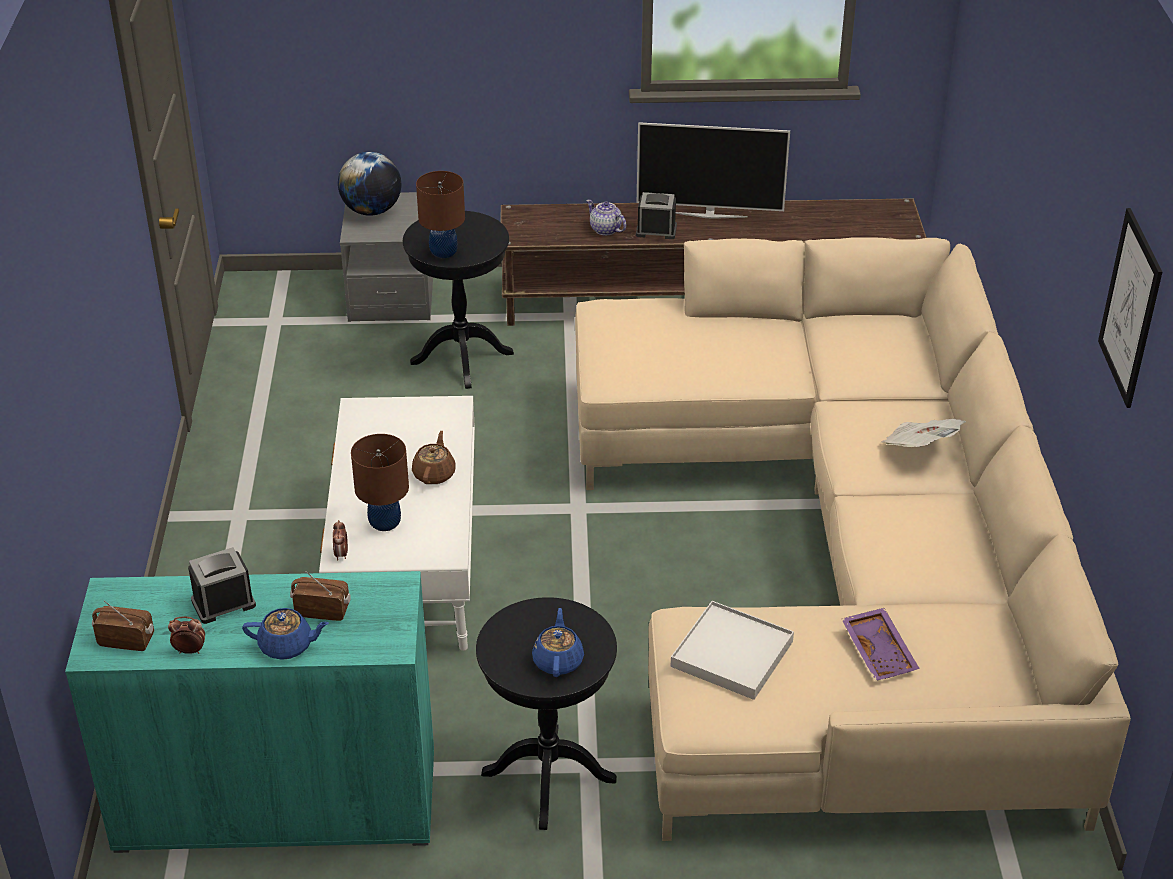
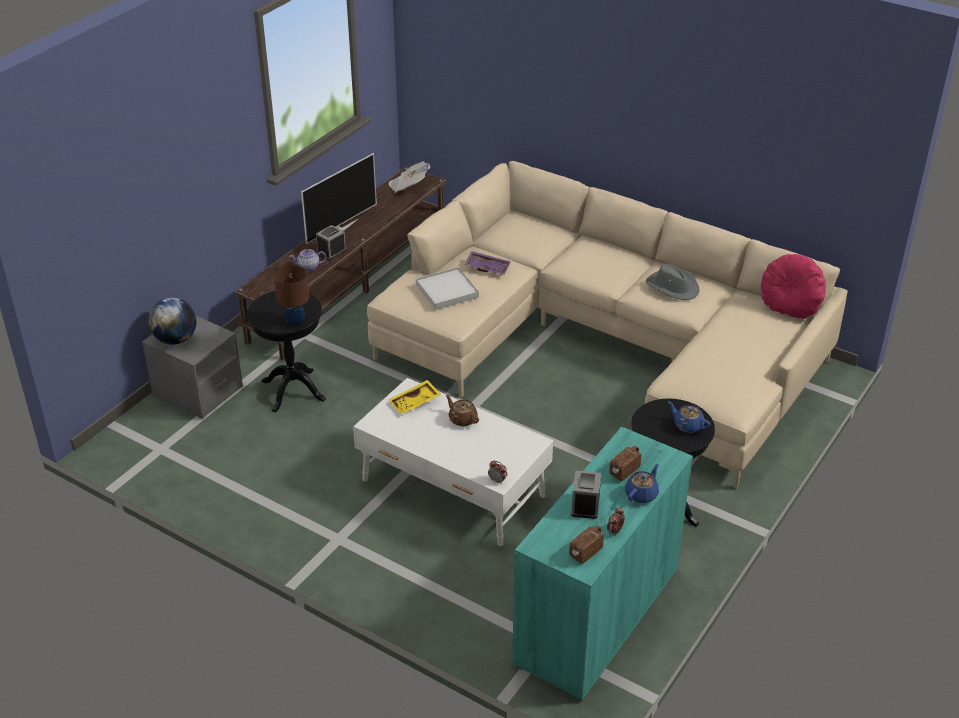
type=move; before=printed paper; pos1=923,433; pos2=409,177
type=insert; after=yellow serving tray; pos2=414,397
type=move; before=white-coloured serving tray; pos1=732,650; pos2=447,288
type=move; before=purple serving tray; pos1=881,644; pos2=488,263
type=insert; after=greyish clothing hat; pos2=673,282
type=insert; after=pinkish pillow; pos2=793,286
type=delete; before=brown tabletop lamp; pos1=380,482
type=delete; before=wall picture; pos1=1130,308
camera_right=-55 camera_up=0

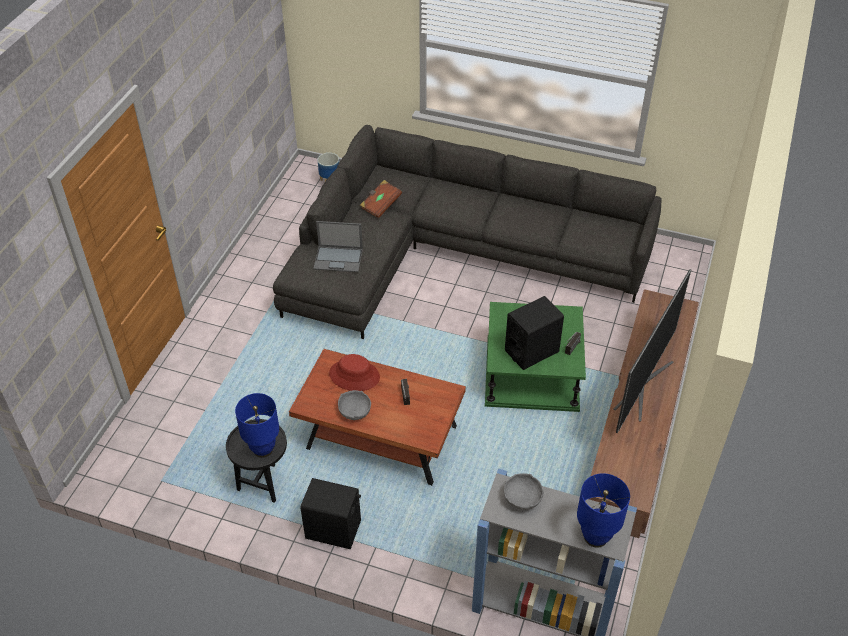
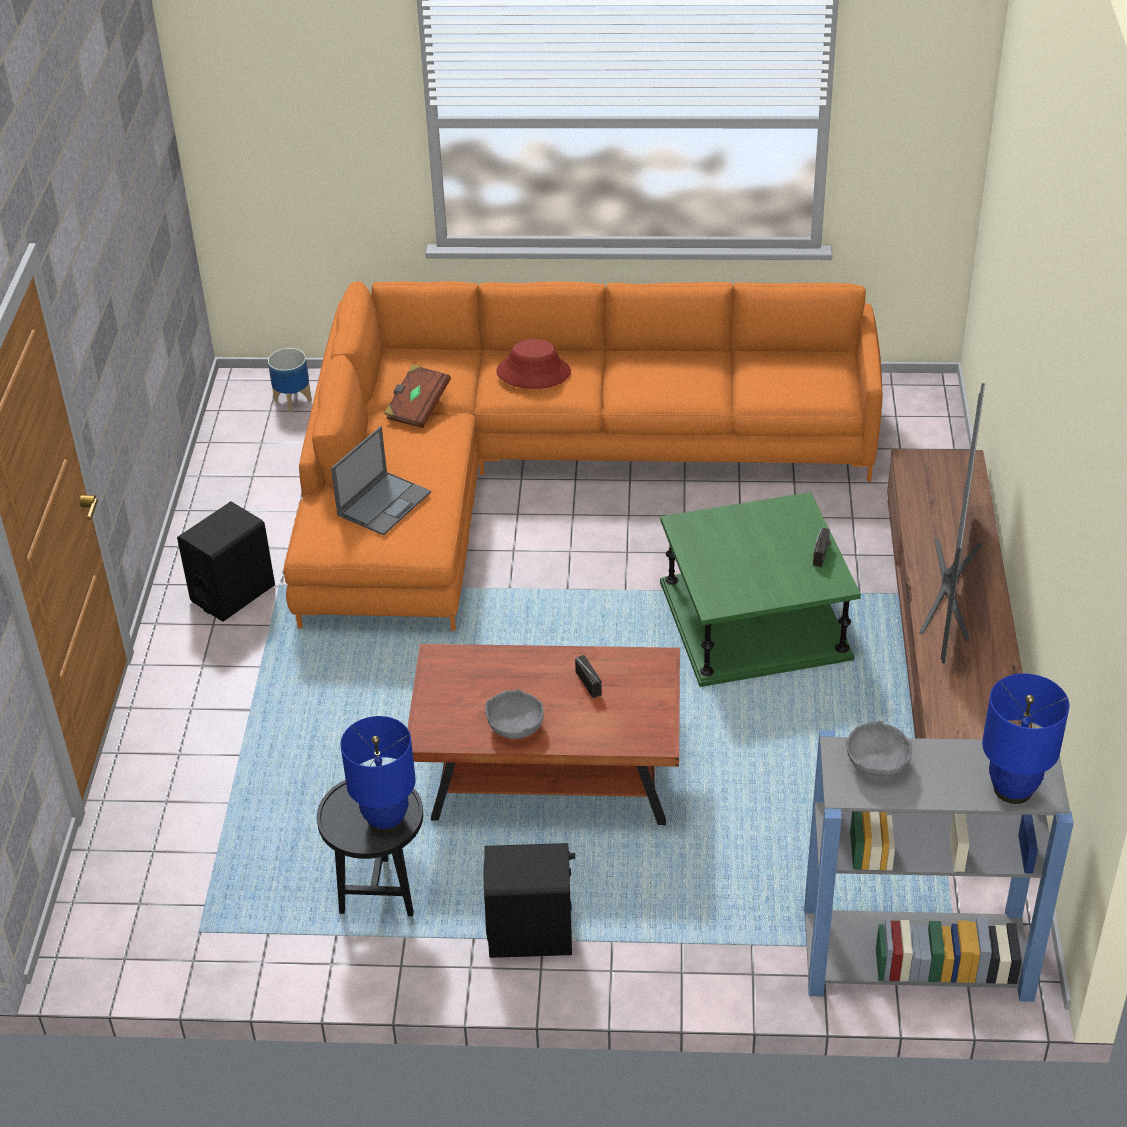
type=move; before=blackish loudspeaker; pos1=534,333; pos2=226,561
type=recolor; before=greyish couch; after=orange-coloured couch; pos1=467,232; pos2=582,456
type=rotate; before=portable computer; pos1=338,246; pos2=381,481; turn=-45
type=move; before=red-coloured clothing hat; pos1=354,372; pos2=533,364
camera_right=-15 camera_up=-5

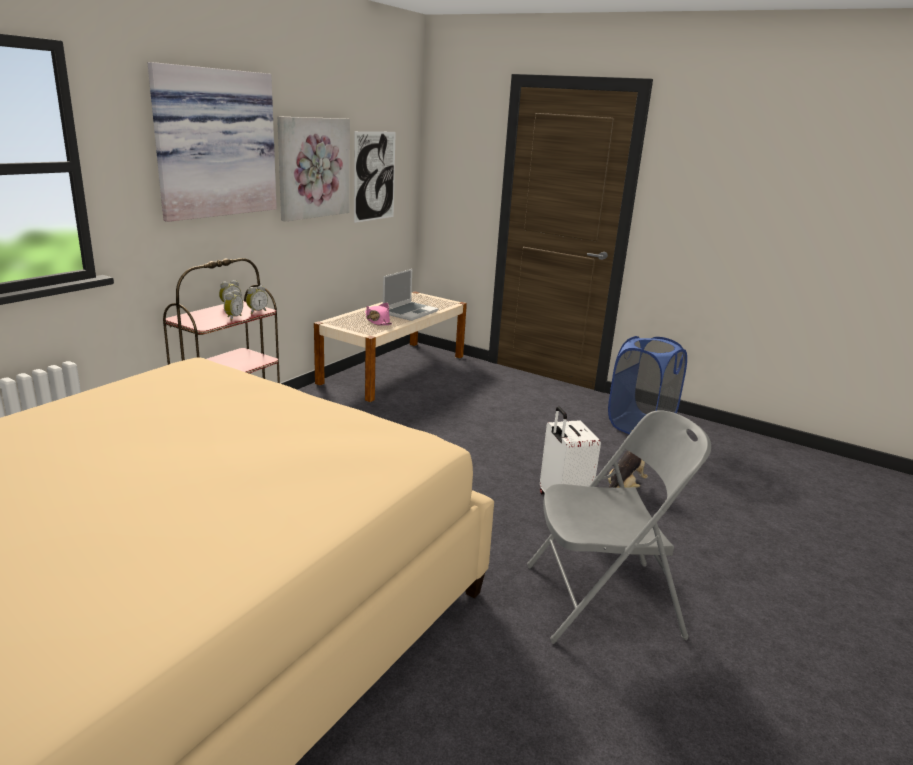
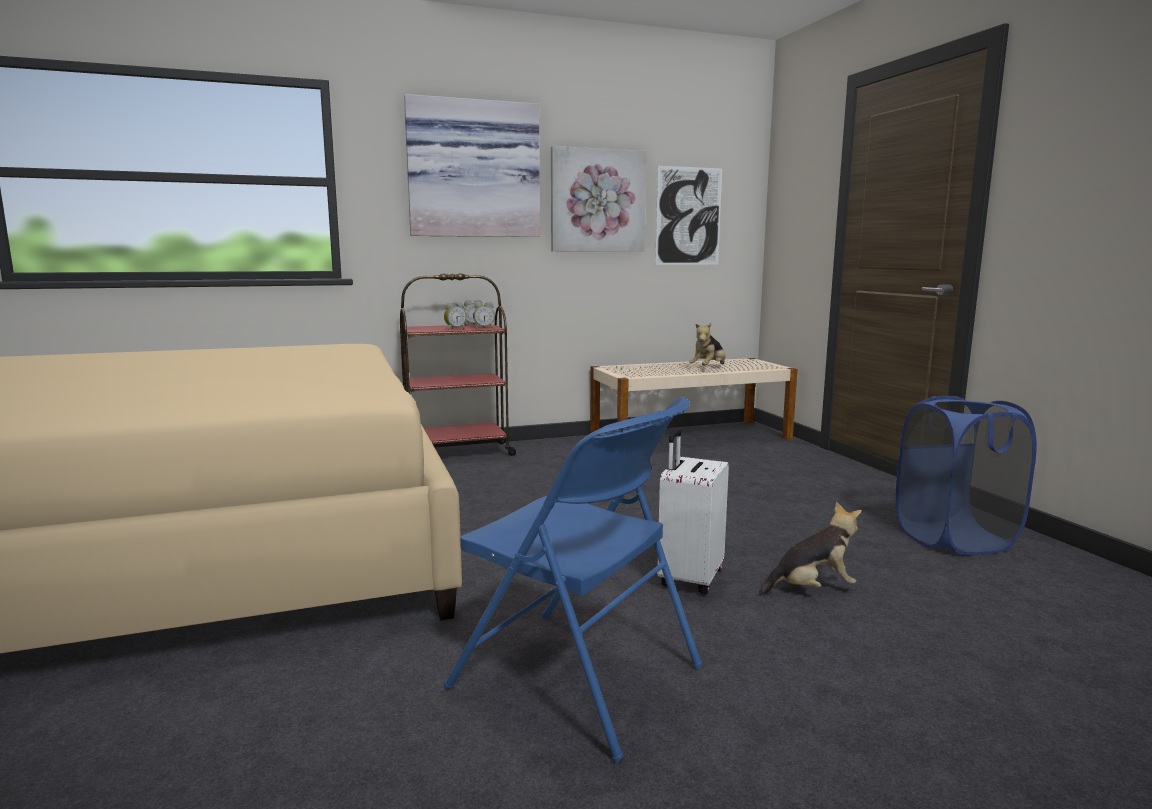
type=recolor; before=greyish upright chair; after=blue-coloured upright chair; pos1=619,527; pos2=573,580
type=replace; before=portable computer; after=plush toy; pos1=411,295; pos2=707,344
type=delete; before=pinkish clothing hat; pos1=378,314
camera_right=40 camera_up=-10

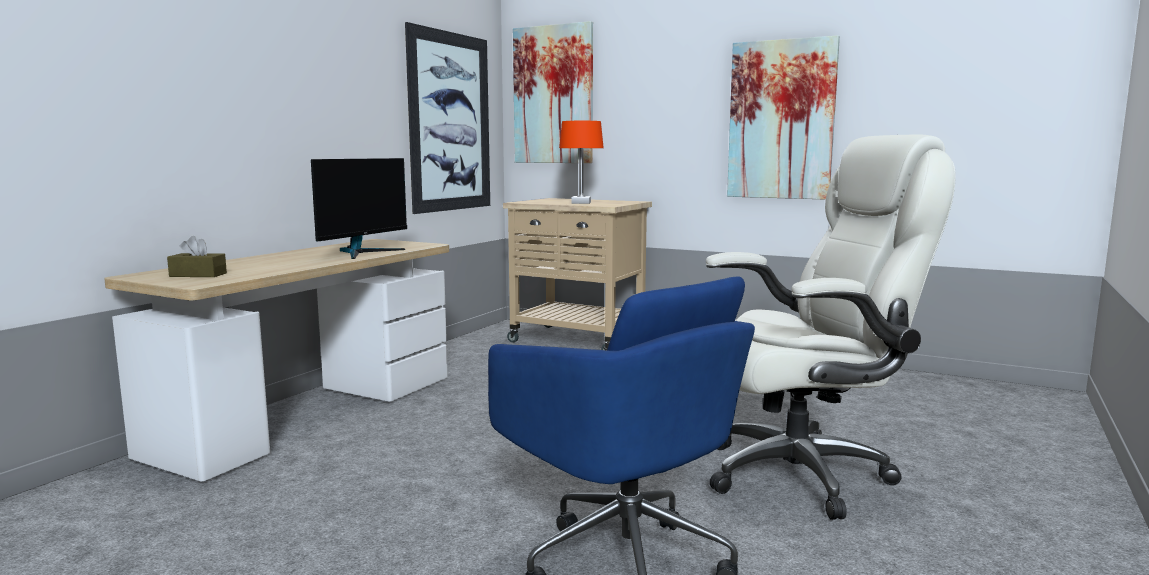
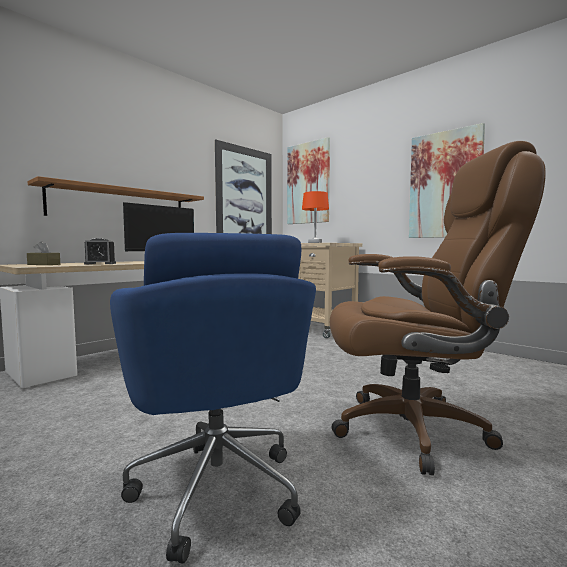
type=insert; after=bracket shelf; pos2=115,196
type=insert; after=bedside clock; pos2=100,251
type=recolor; before=white-coloured computer chair; after=brown computer chair; pos1=831,327; pos2=438,308
camera_right=15 camera_up=-5

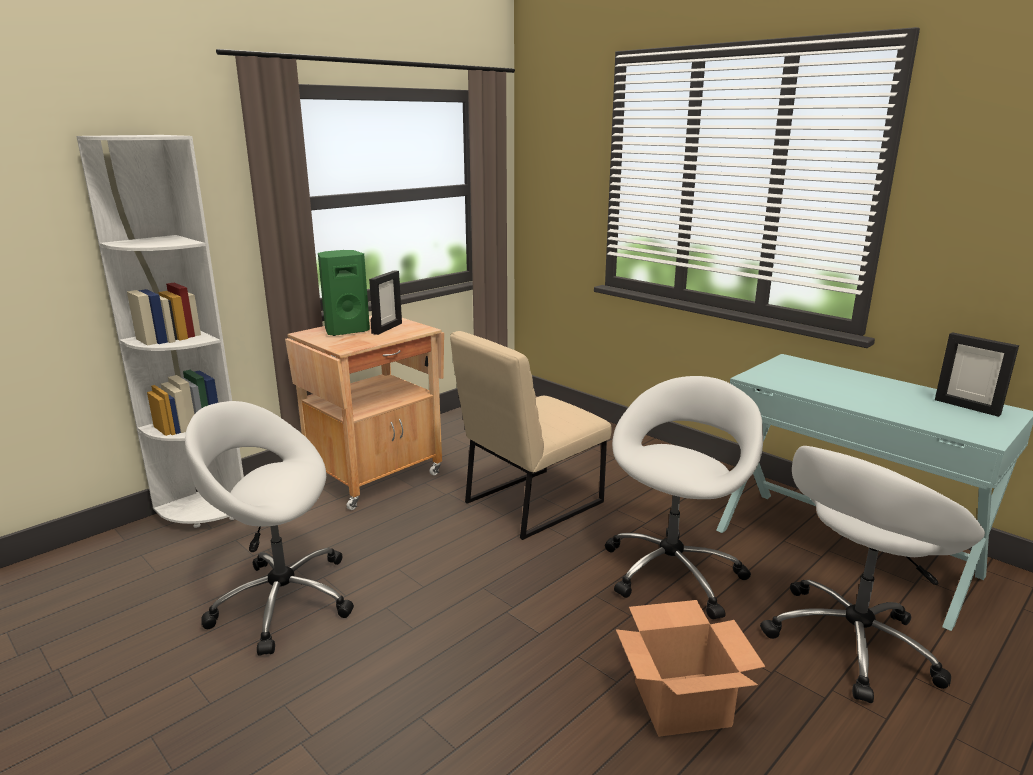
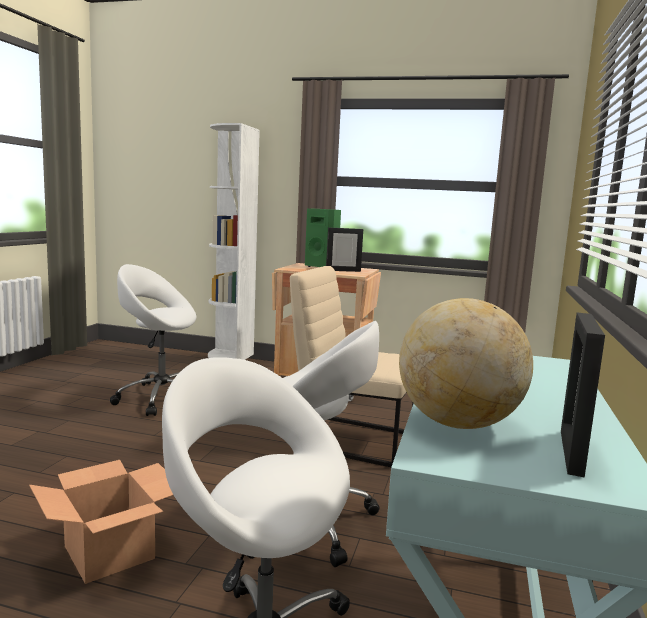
type=rotate; before=white-coloured computer chair; pos1=269,528; pos2=153,340; turn=-60
type=insert; after=world globe; pos2=466,363
camera_right=60 camera_up=-10

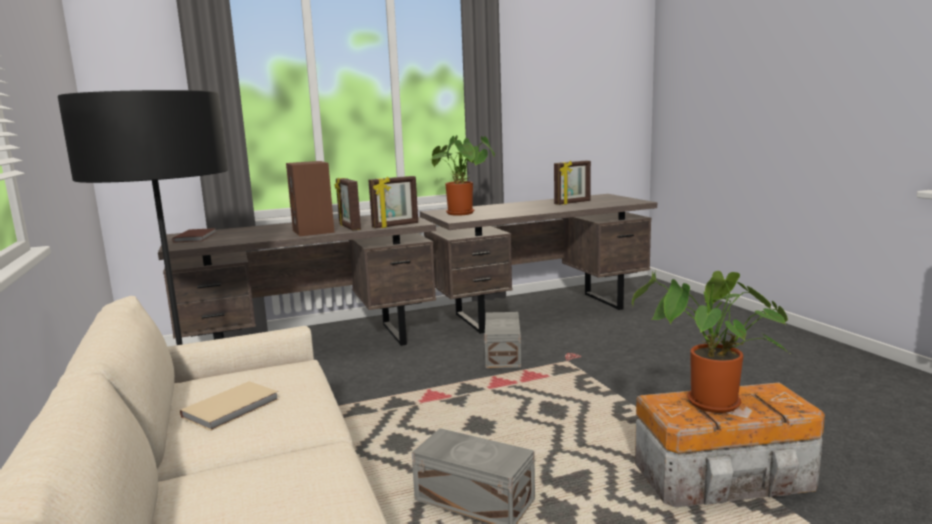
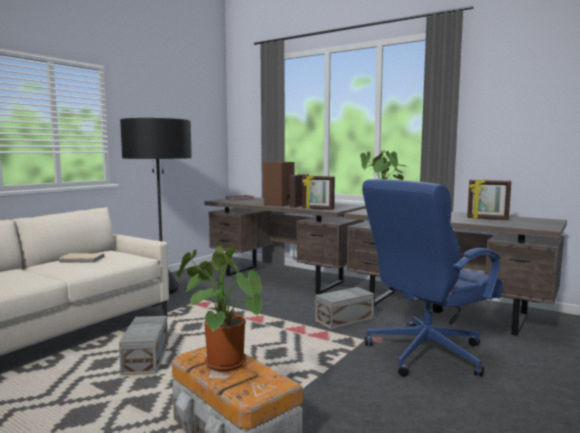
type=insert; after=blue-coloured computer chair; pos2=432,278
camera_right=55 camera_up=-5

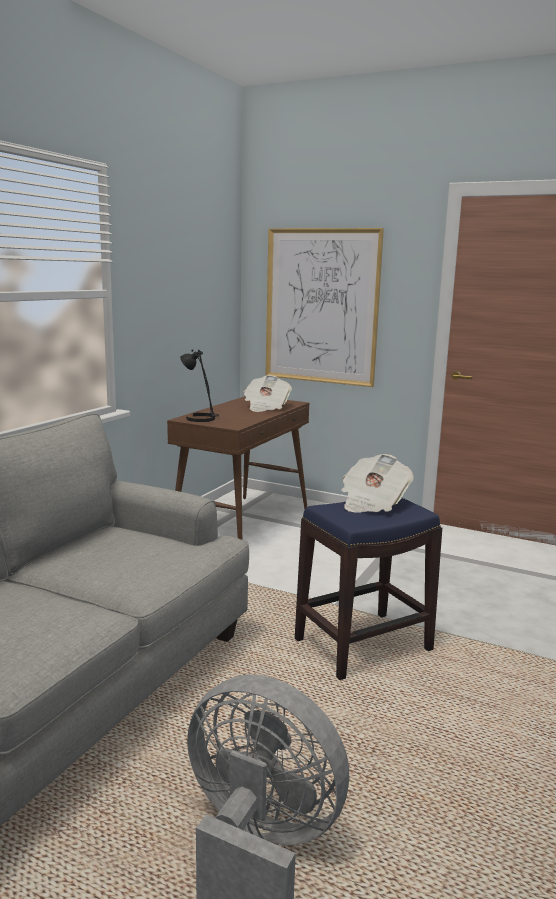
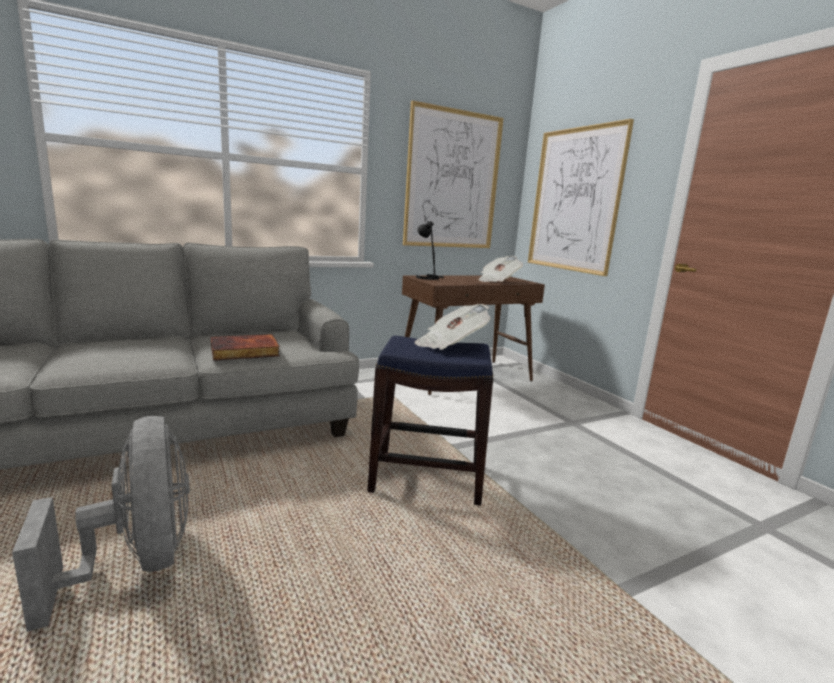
type=insert; after=book; pos2=245,347
type=insert; after=wall picture; pos2=453,174
camera_right=35 camera_up=0

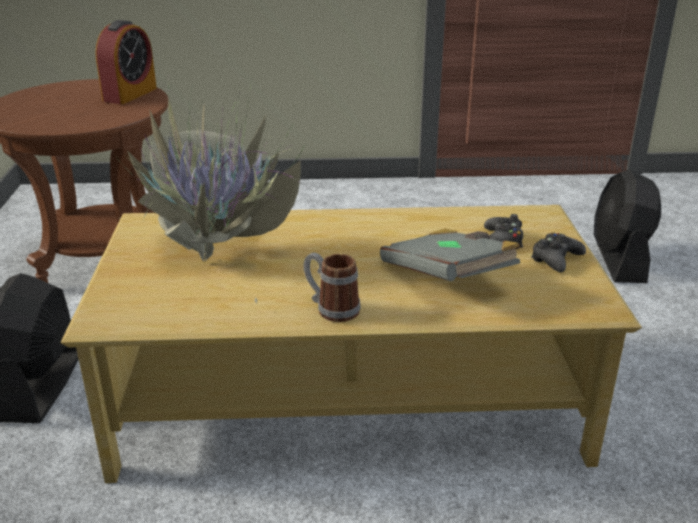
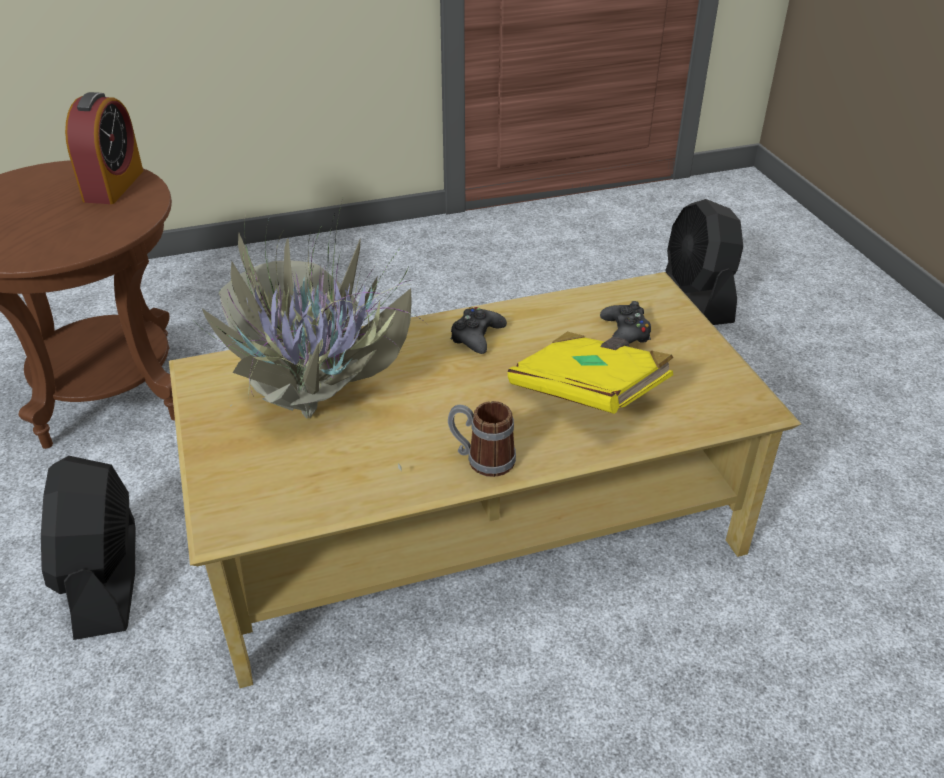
type=move; before=blackish gamepad; pos1=558,252; pos2=478,330
type=recolor; before=greyish book; after=yellow book; pos1=450,254; pos2=591,373
camera_right=-15 camera_up=10

